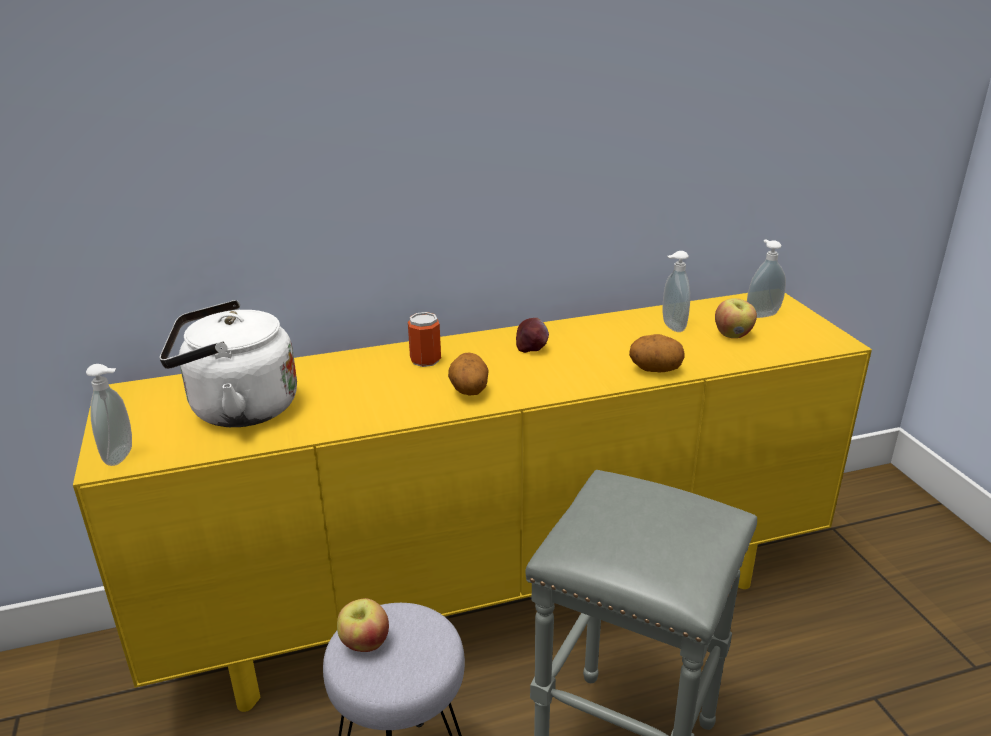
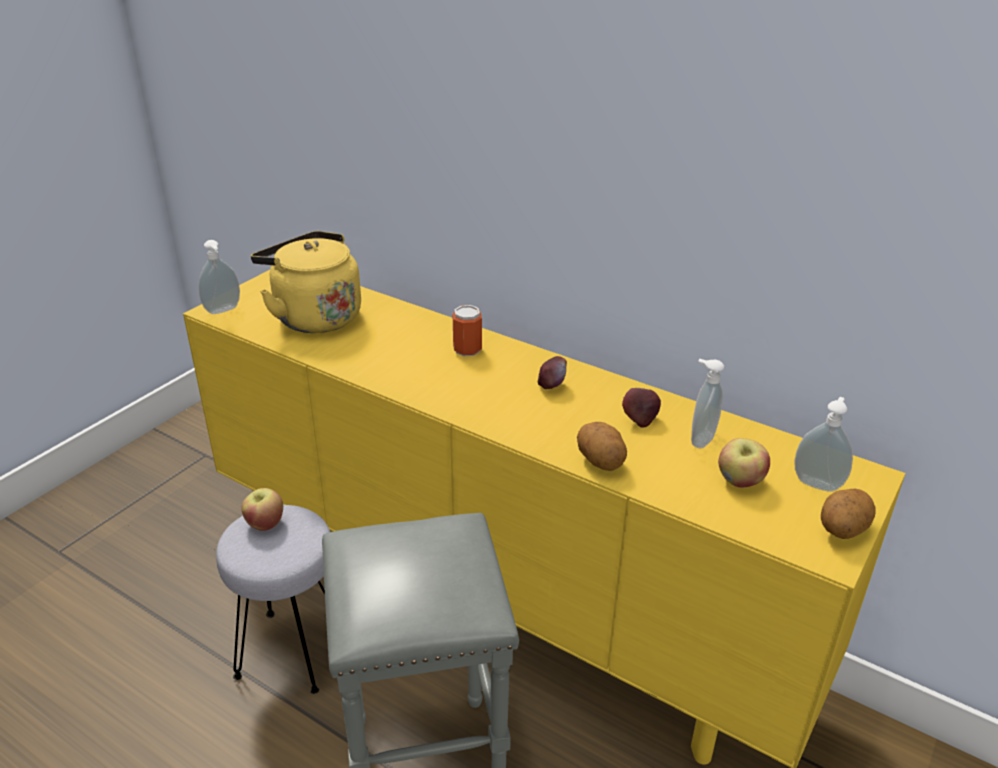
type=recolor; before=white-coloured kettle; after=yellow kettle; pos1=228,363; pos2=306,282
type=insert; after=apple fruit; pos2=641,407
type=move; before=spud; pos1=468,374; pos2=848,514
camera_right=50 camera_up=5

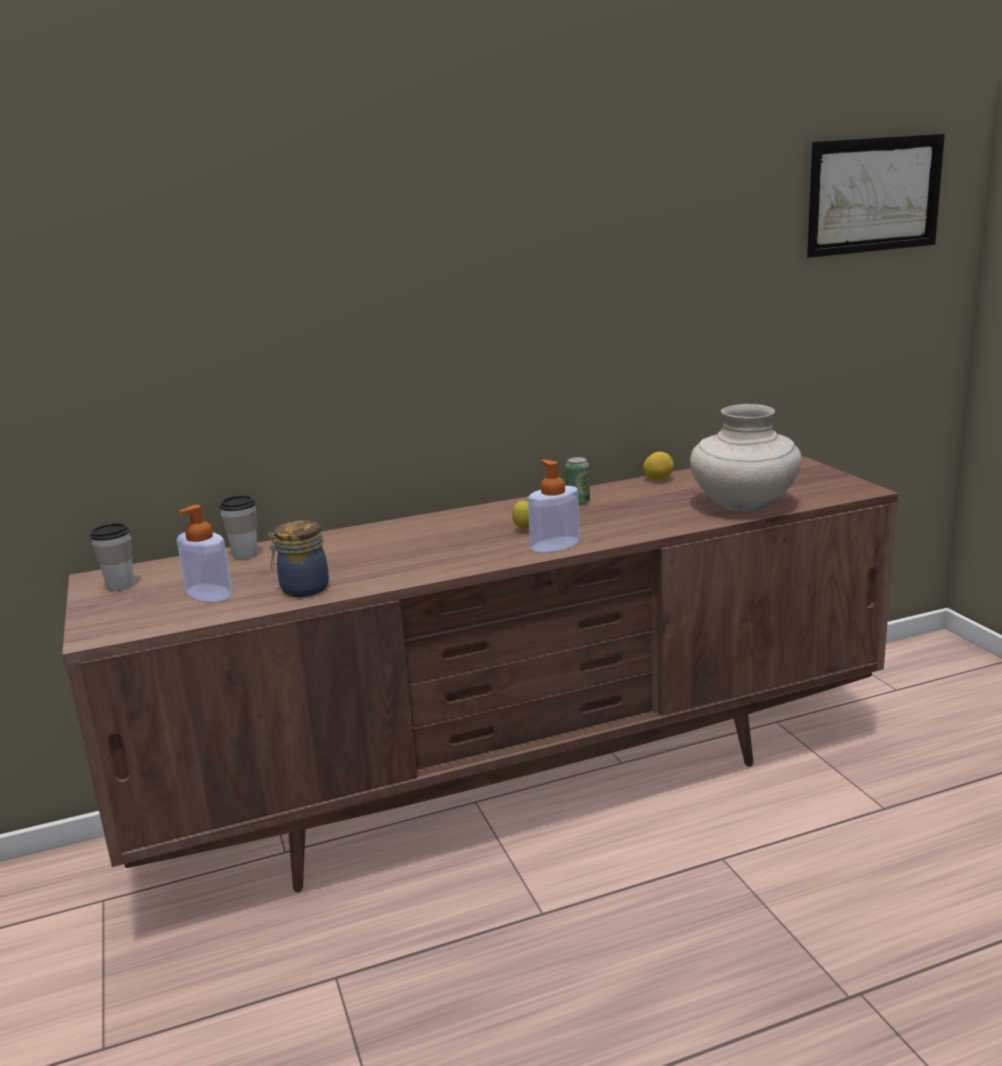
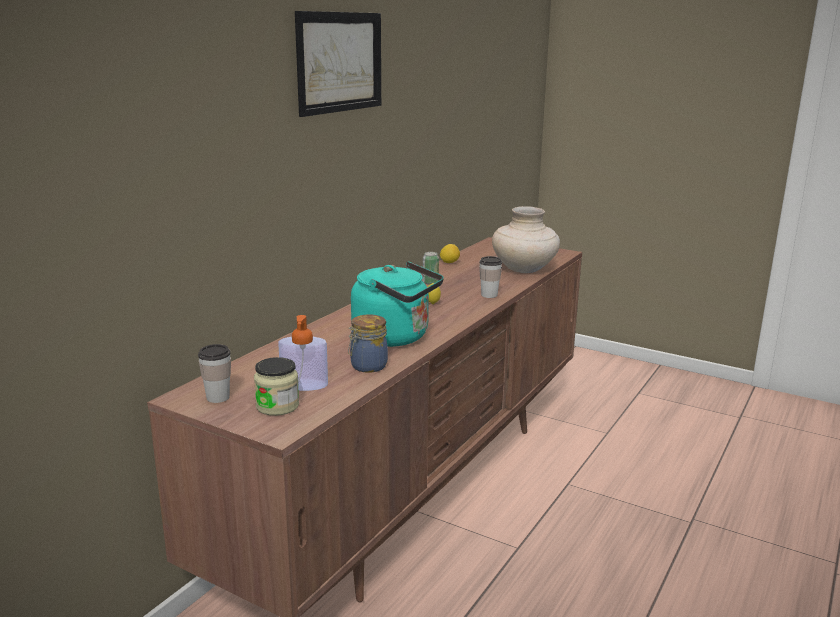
type=insert; after=storage jar; pos2=276,386
type=move; before=wall picture; pos1=876,196; pos2=338,64
type=insert; after=turquoise kettle; pos2=397,304
type=move; before=cup; pos1=238,527; pos2=490,277
type=delete; before=liquid soap bottle; pos1=554,505
camera_right=-40 camera_up=0

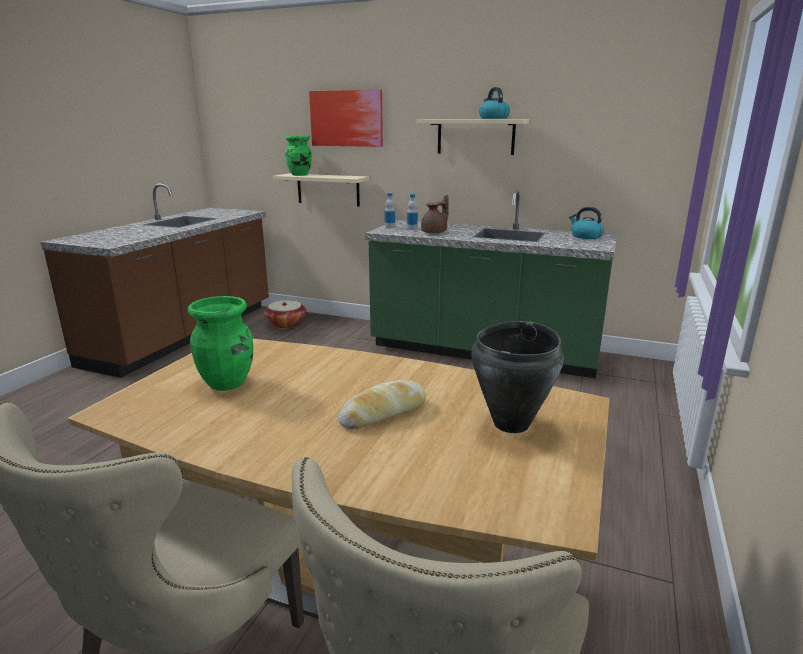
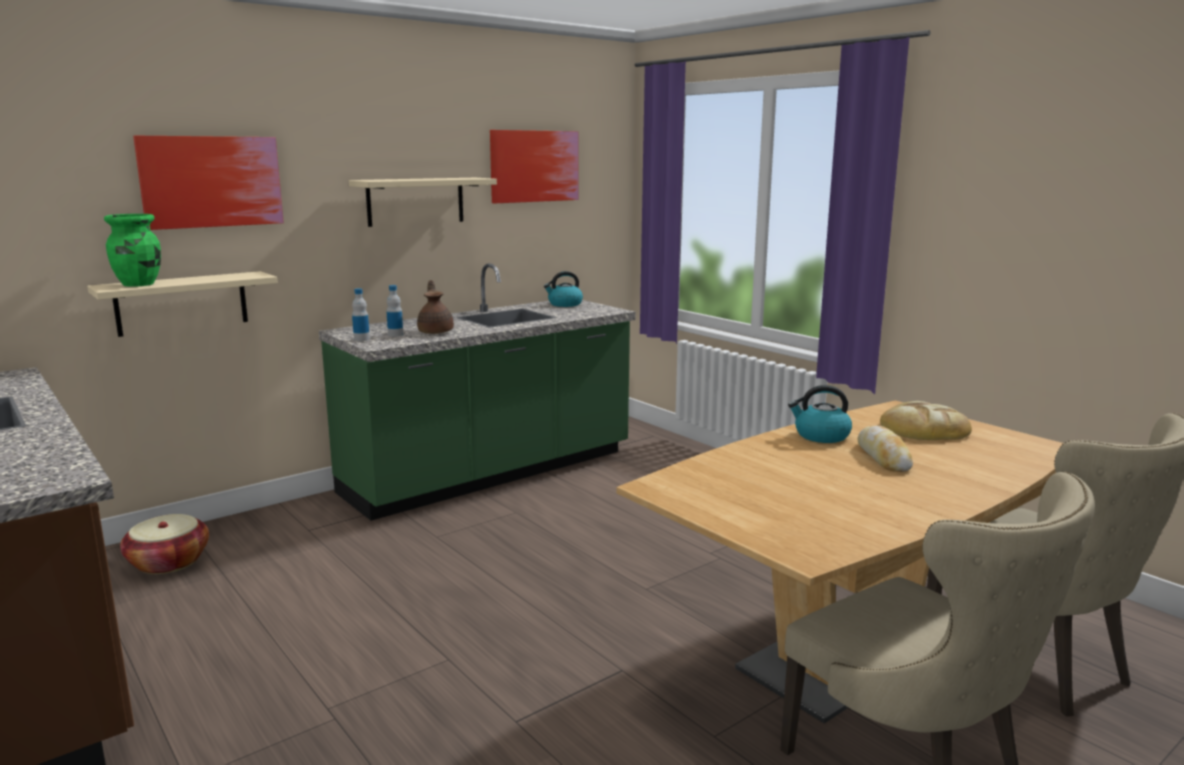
type=insert; after=wall picture; pos2=534,166
type=move; before=kettle; pos1=494,103; pos2=820,414
type=replace; before=blackish cooking pot; after=bread; pos1=517,377; pos2=926,420
type=delete; before=green-coloured flower vase; pos1=220,343
camera_right=-60 camera_up=-5

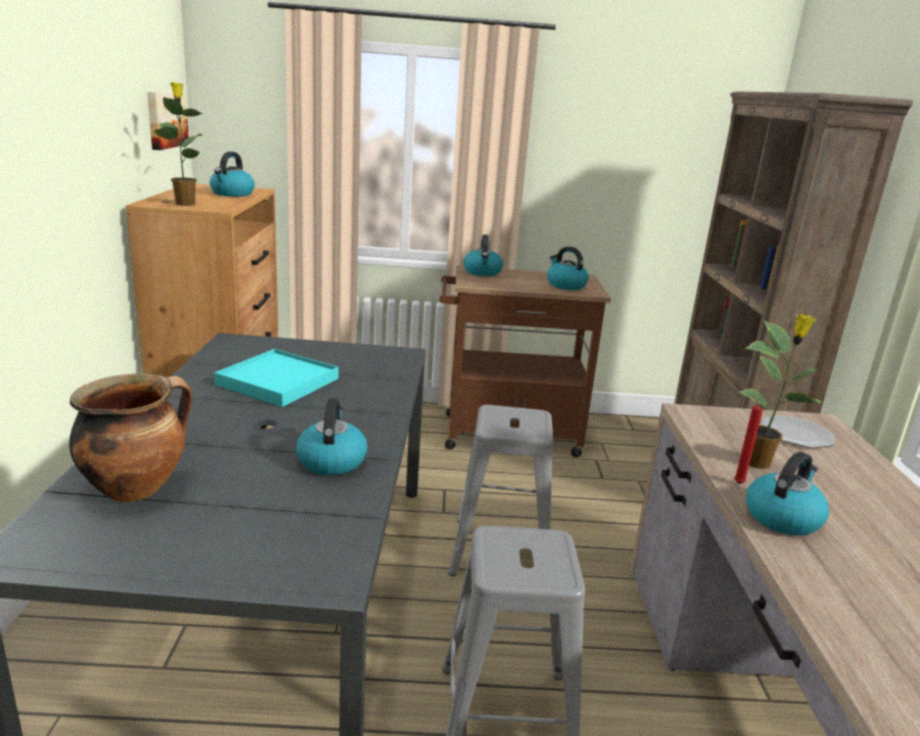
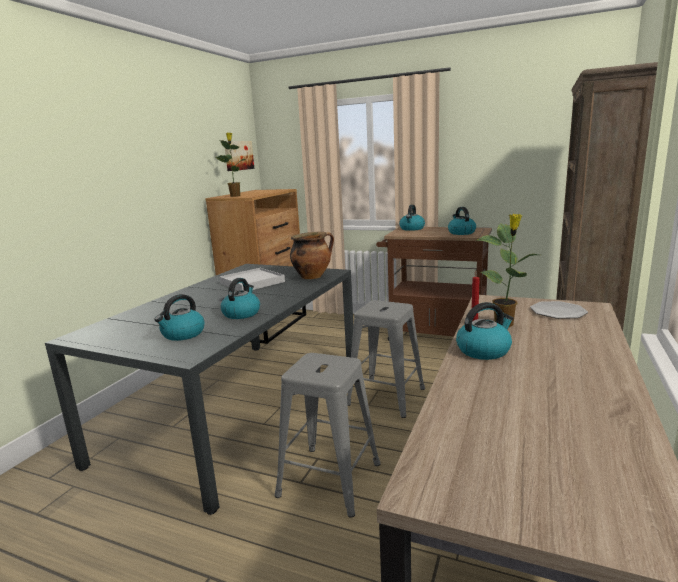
type=move; before=kettle; pos1=232,174; pos2=179,317
type=recolor; before=turquoise serving tray; after=white-coloured serving tray; pos1=276,378; pos2=252,279
type=move; before=cooking pot; pos1=130,438; pos2=312,255
camera_right=25 camera_up=-5

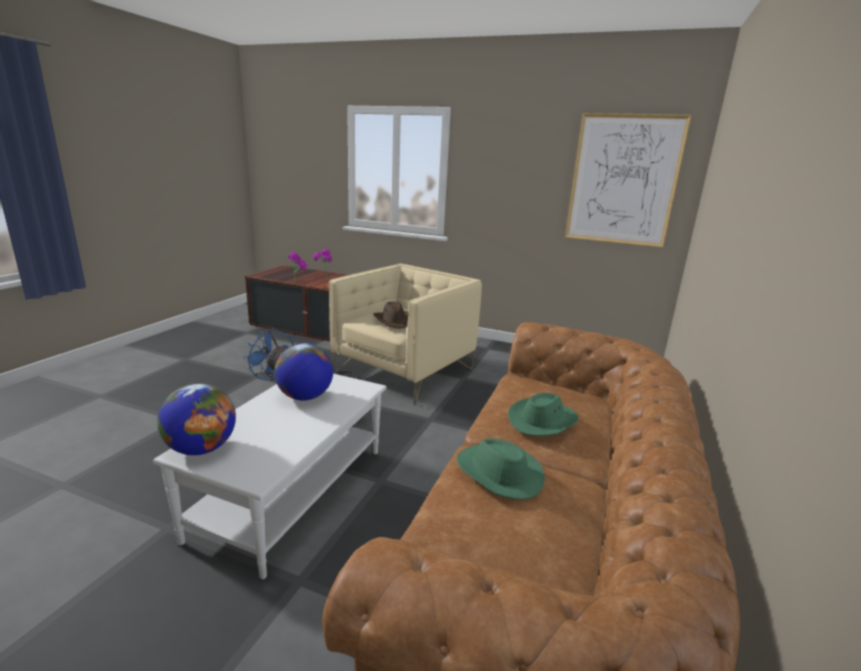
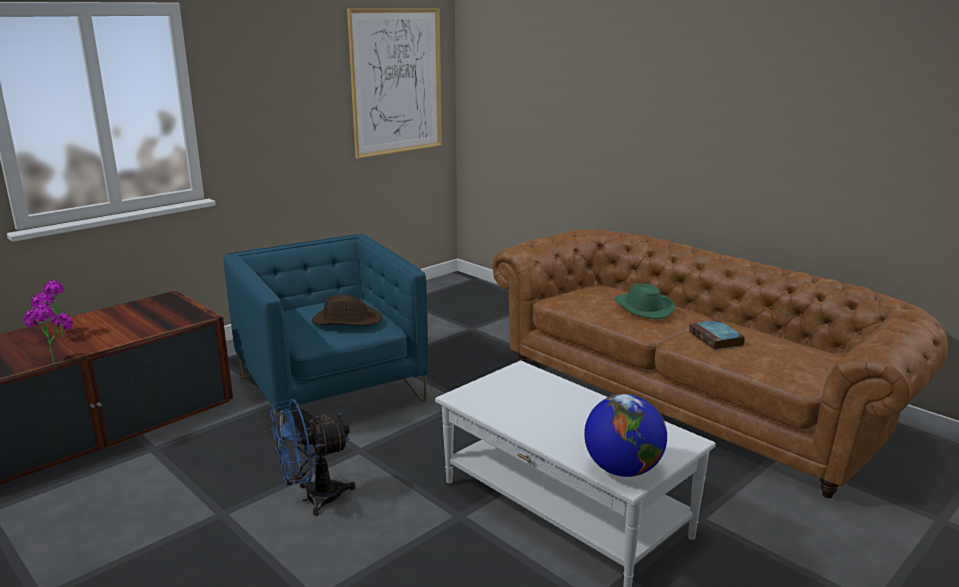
type=recolor; before=beige-coloured armchair; after=blue-coloured armchair; pos1=405,333; pos2=326,337
type=replace; before=green-coloured clothing hat; after=book; pos1=501,469; pos2=717,335
type=delete; before=world globe; pos1=303,372
camera_right=-65 camera_up=0

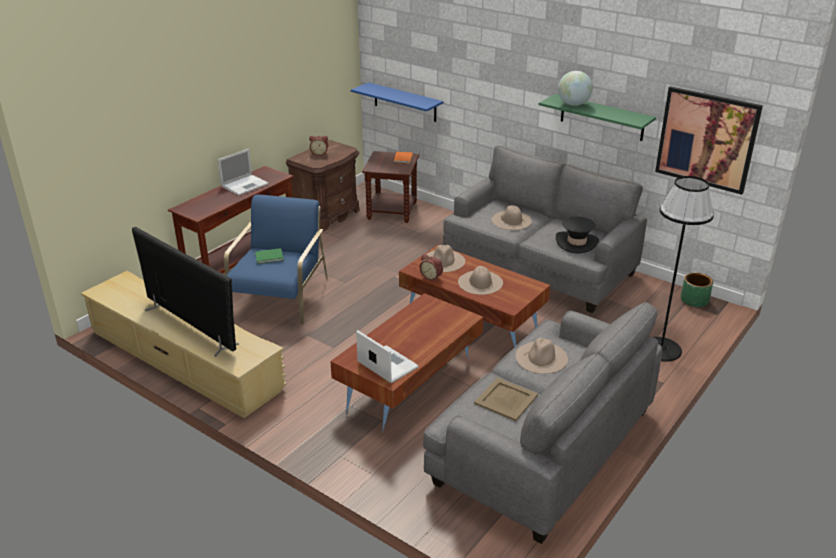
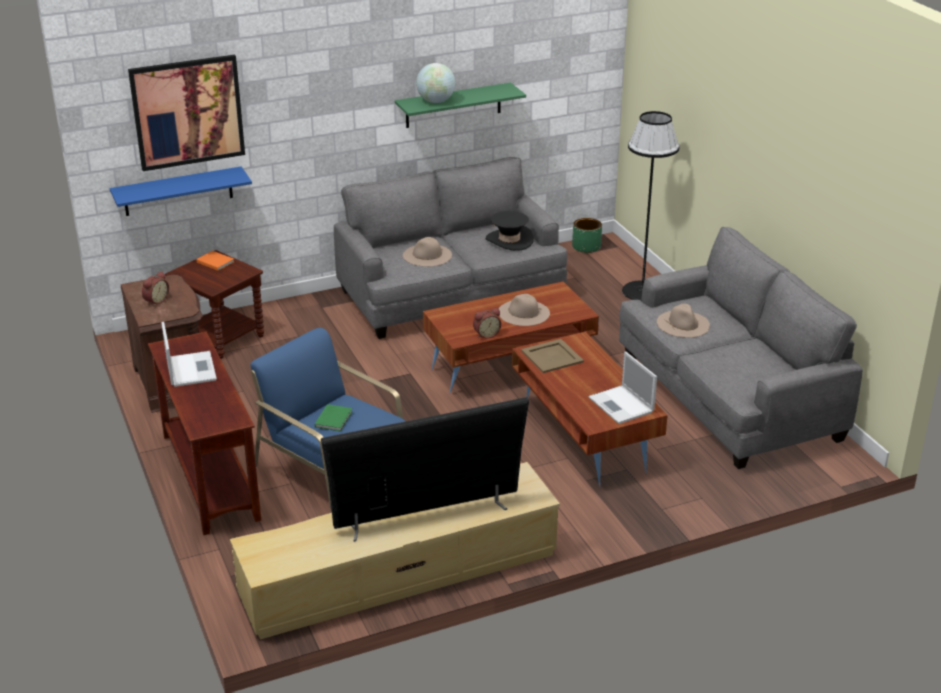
type=move; before=wall picture; pos1=709,140; pos2=186,113
type=move; before=beige-coloured serving tray; pos1=506,399; pos2=552,356
type=rotate; before=portable computer; pos1=387,356; pos2=623,387; turn=-105
type=delete; before=beige-coloured clothing hat; pos1=443,258
camera_right=-60 camera_up=0

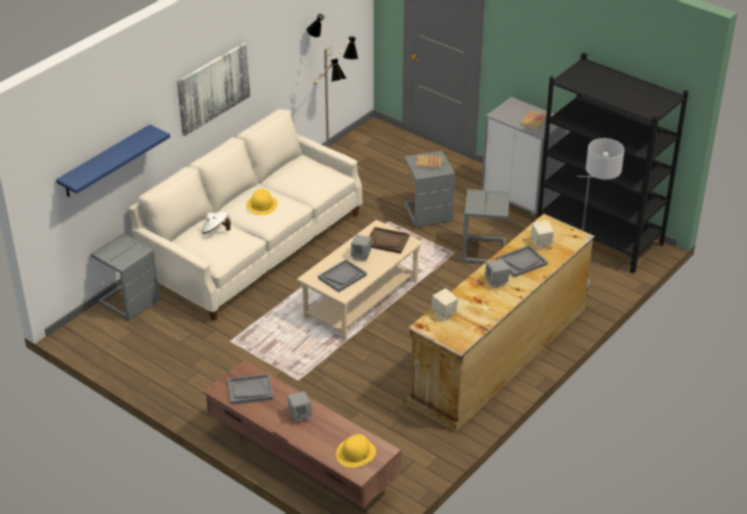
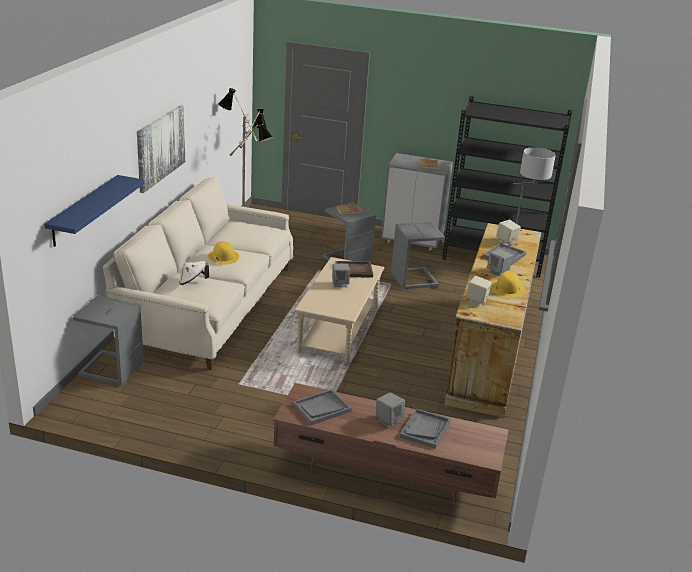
type=move; before=greyish serving tray; pos1=342,275; pos2=425,428
type=move; before=yellow clothing hat; pos1=356,451; pos2=508,284
camera_right=-25 camera_up=-10

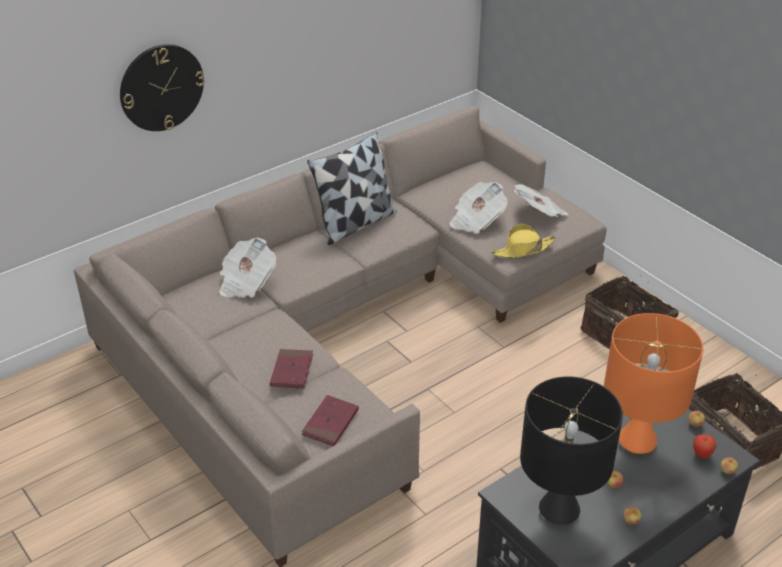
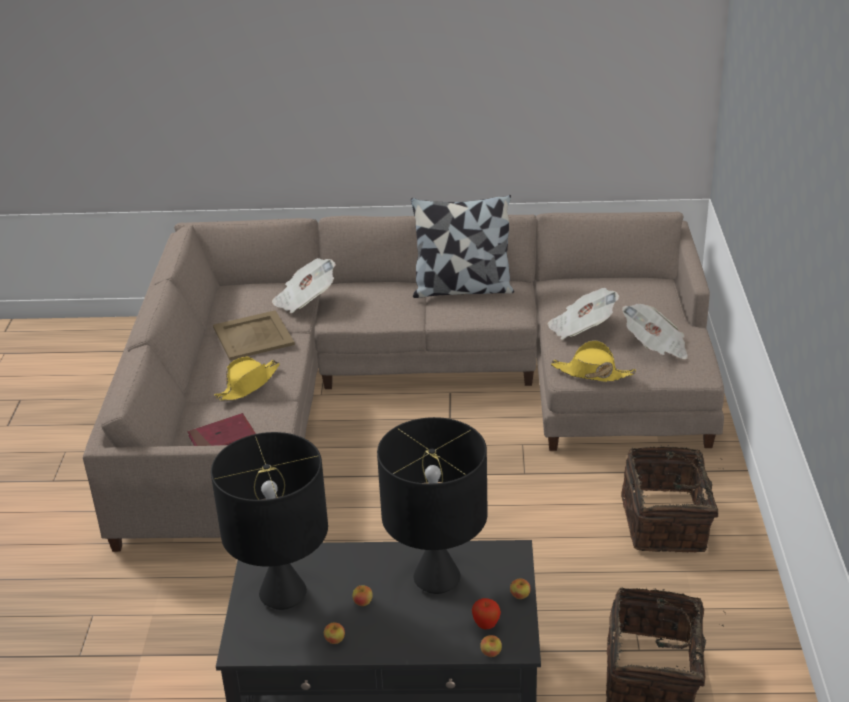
type=insert; after=beige-coloured serving tray; pos2=254,335
type=replace; before=red-coloured book; after=yellow clothing hat; pos1=291,368; pos2=247,379
type=recolor; before=orange-coloured tabletop lamp; after=blackish tabletop lamp; pos1=653,383; pos2=432,505
type=delete; before=clock on the wall; pos1=162,87
camera_right=40 camera_up=-5

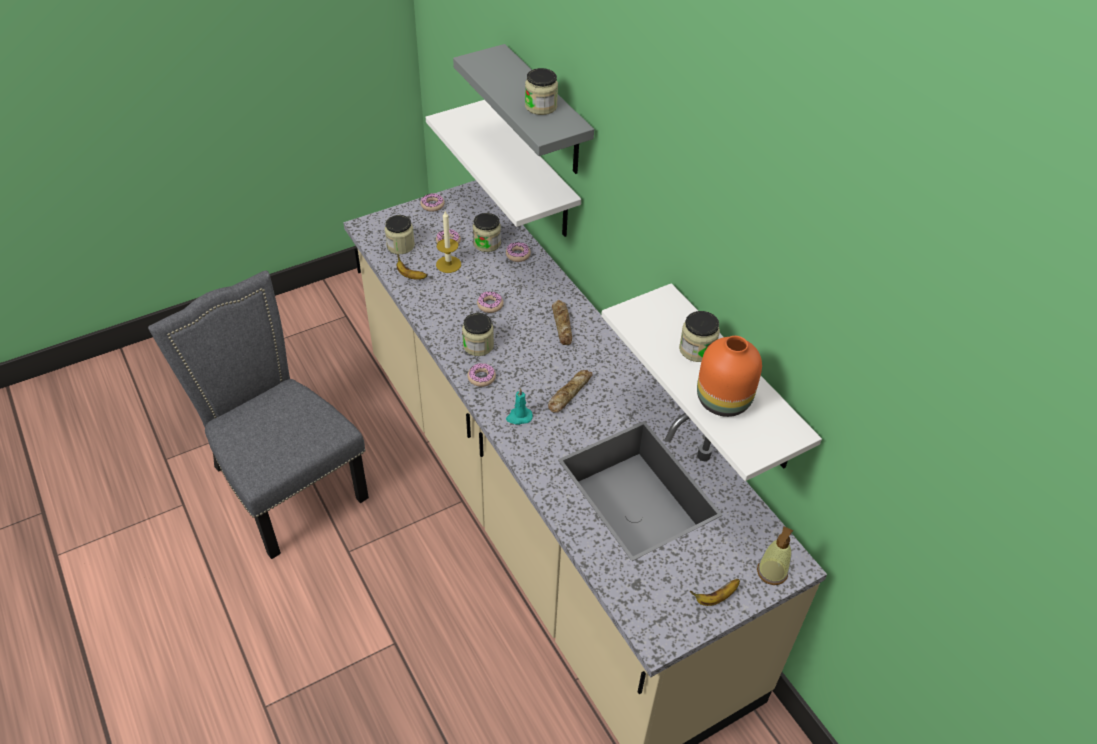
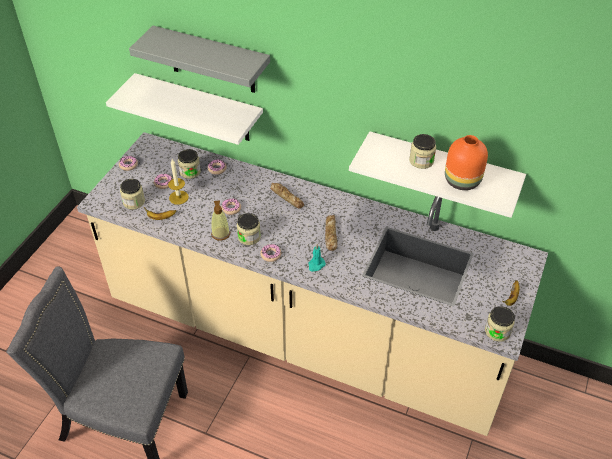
type=move; before=liquid soap bottle; pos1=775,555; pos2=220,220
type=move; before=storage jar; pos1=541,91; pos2=500,324
camera_right=-35 camera_up=0

